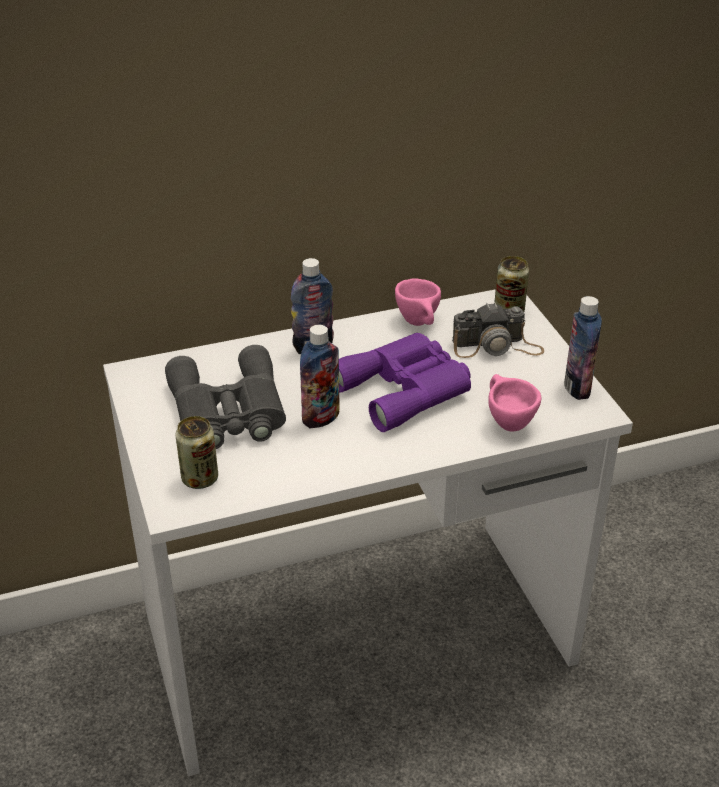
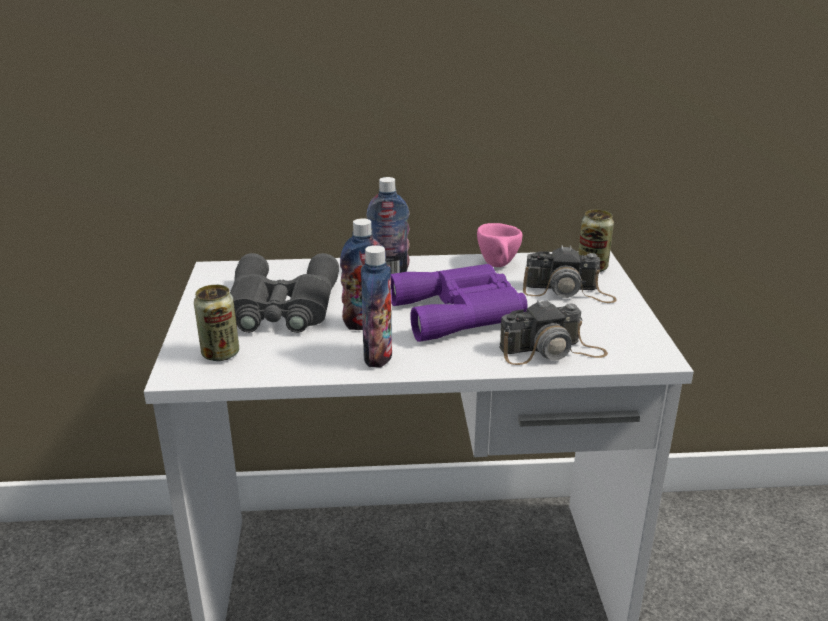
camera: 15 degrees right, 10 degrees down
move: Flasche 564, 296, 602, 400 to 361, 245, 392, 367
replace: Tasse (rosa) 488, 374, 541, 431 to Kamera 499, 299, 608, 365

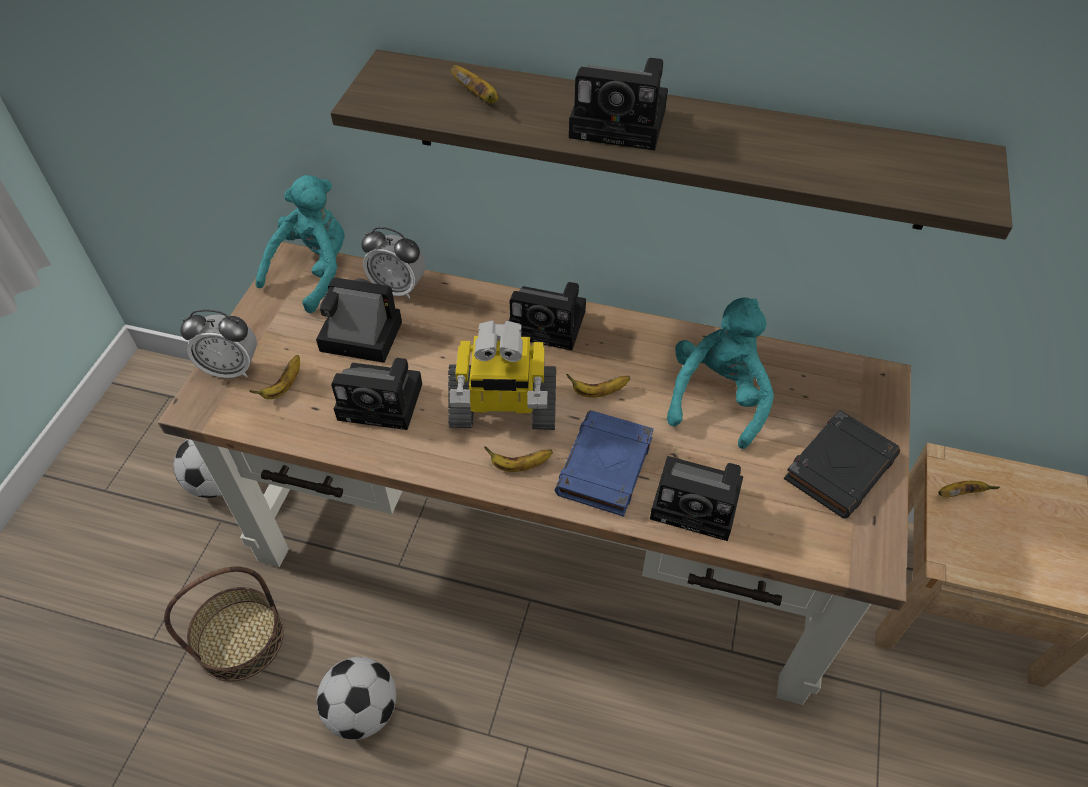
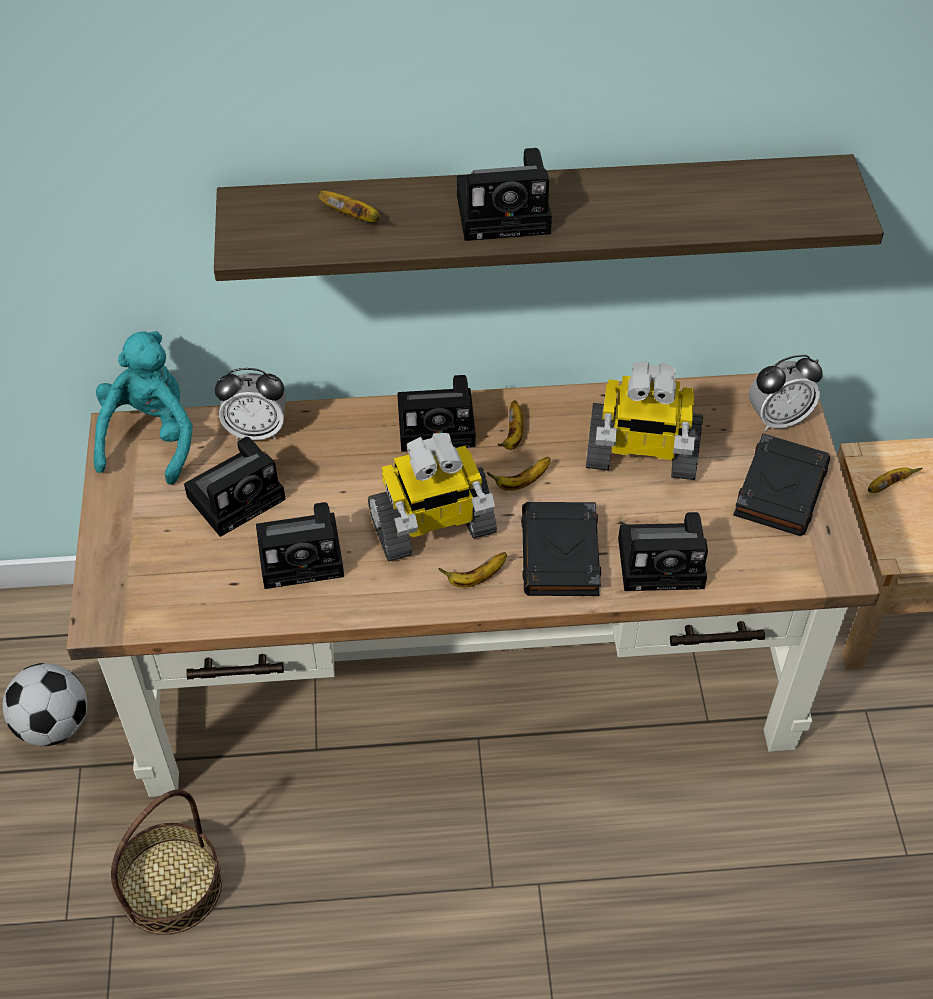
camera: 20 degrees left, 0 degrees up
delete: Fußball 316, 657, 396, 740
move: Wecker 180, 309, 257, 378 to 749, 354, 823, 431; Banane 249, 355, 300, 399 to 498, 400, 523, 450
replace: Plüschtier (türkis) 667, 298, 774, 449 to Spielzeugroboter 586, 361, 703, 480
recolor: Buch (blau) 555, 410, 654, 517 to Buch (schwarz) 521, 502, 601, 596
rotate: Kamera 316, 277, 402, 363 = 184, 437, 286, 537 150 degrees clockwise

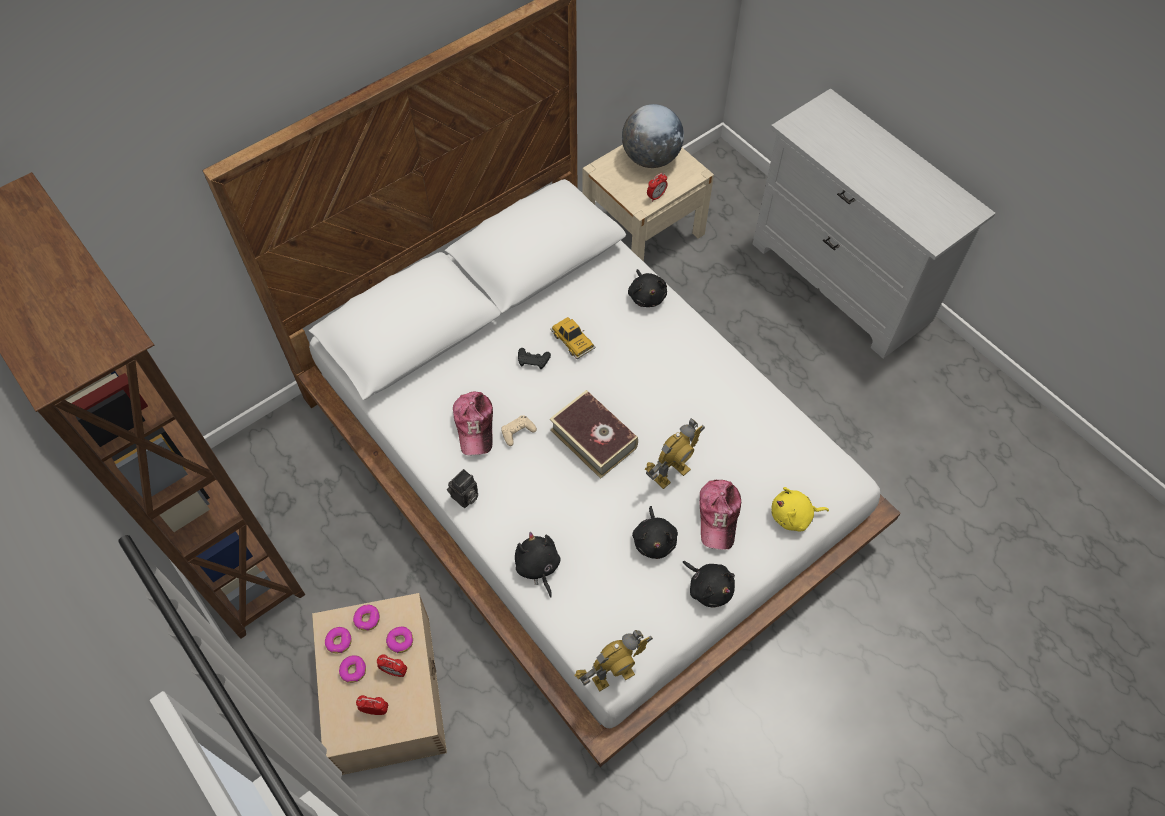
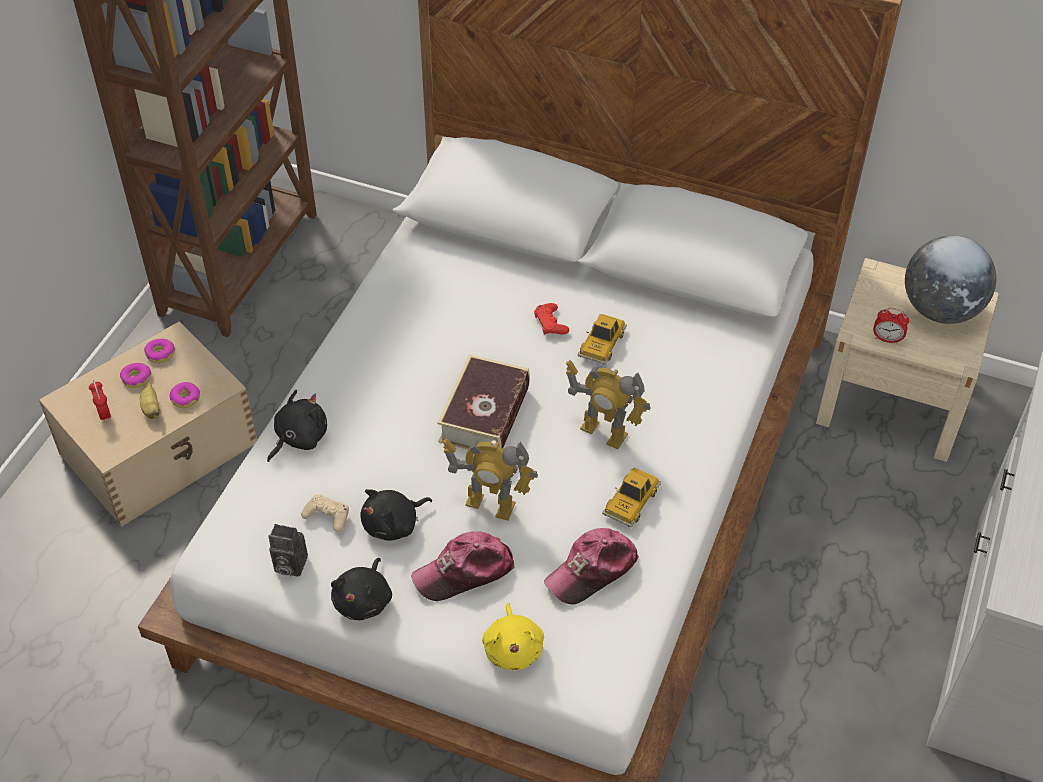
camera: 60 degrees right, 10 degrees down
delete: Donut 353, 605, 380, 631; Plüschtier (schwarz) 628, 269, 667, 307
insert: Spielzeugauto 602, 468, 661, 527
move: Kamera 447, 469, 478, 508 to 269, 524, 308, 577; Kappe 453, 392, 493, 455 to 544, 528, 639, 605; Gamepad (beige) 501, 415, 537, 446 to 301, 494, 349, 532; Spielzeugroboter 574, 630, 653, 691 to 566, 360, 651, 449
replace: Wecker 377, 654, 407, 677 to Banane 140, 383, 161, 419
recolor: Gamepad (schwarz) 518, 348, 551, 369 to Gamepad (rot) 534, 303, 569, 335
rotate: Plüschtier (gelb) 771, 487, 829, 532 = 482, 603, 544, 671 150 degrees counterclockwise

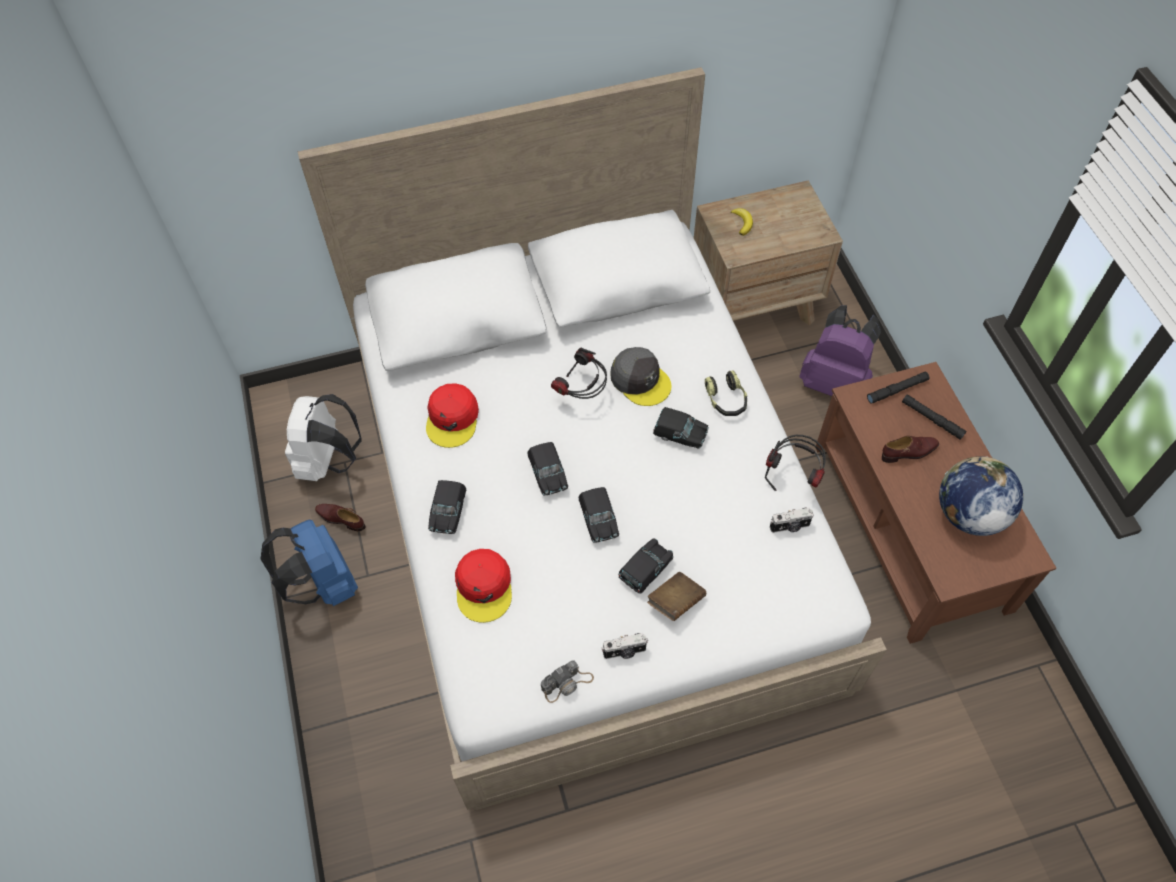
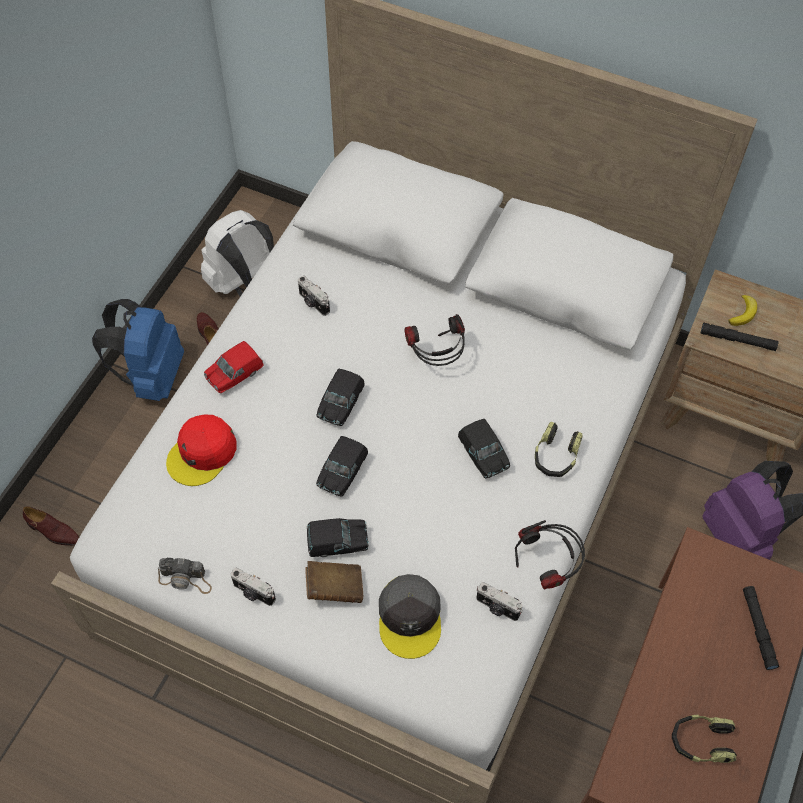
camera: 40 degrees right, 0 degrees up
move: Kappe (grau) 610, 347, 671, 406 to 379, 574, 441, 659; Taschenlampe (schwarz) 867, 371, 929, 404 to 701, 323, 779, 351; Schuh (braun) 882, 436, 939, 463 to 23, 506, 79, 546
replace: Kappe (rot) 426, 383, 479, 448 to Kamera 298, 276, 330, 316; Globus 939, 456, 1024, 536 to Kopfhörer 672, 715, 737, 763
recolor: Spielzeugauto (schwarz) 428, 480, 466, 534 to Spielzeugauto (rot) 204, 341, 263, 393

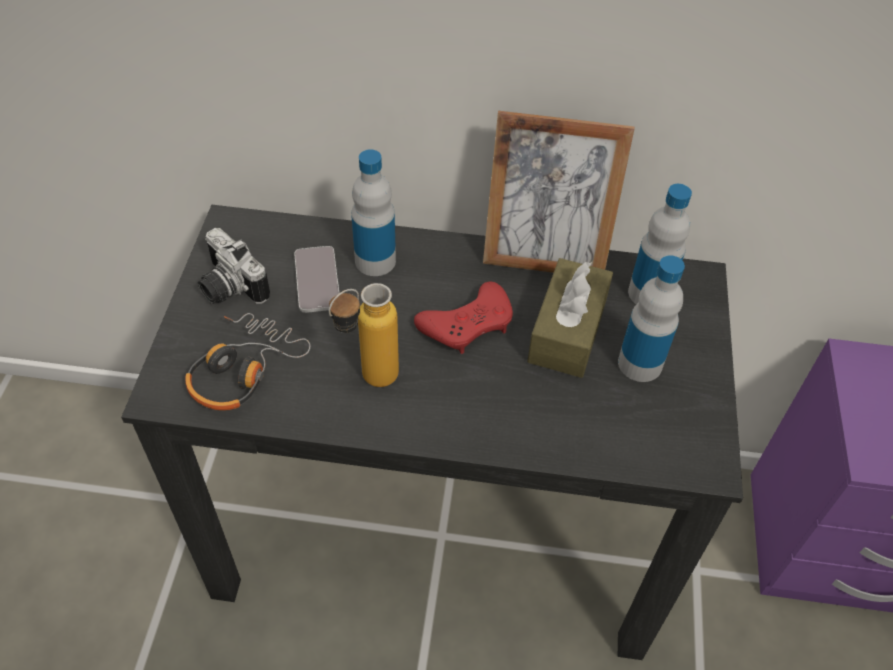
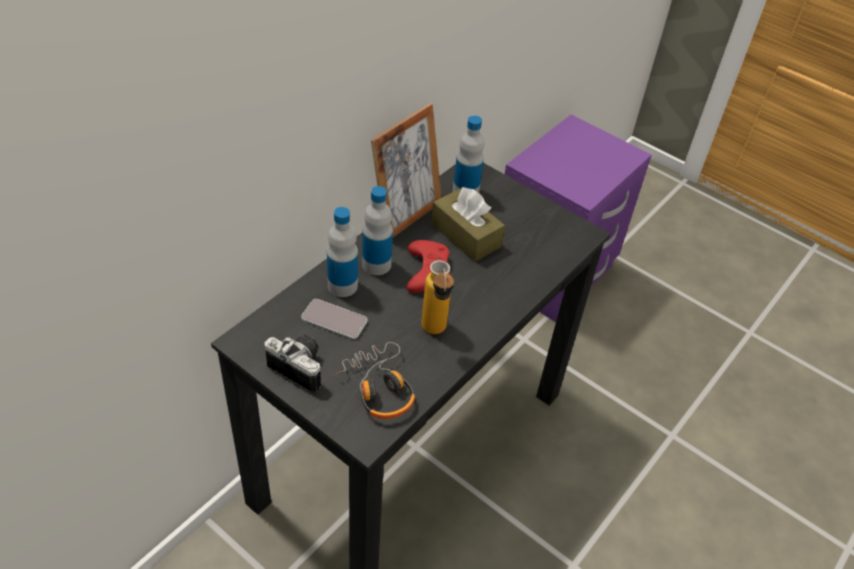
camera: 60 degrees left, 5 degrees down
move: Flasche 618, 255, 685, 382 to 362, 186, 393, 275
rotate: Kamera 198, 228, 270, 304 = 265, 335, 322, 392 135 degrees counterclockwise

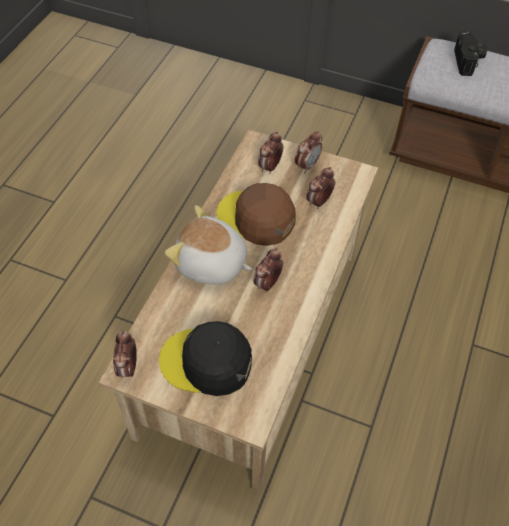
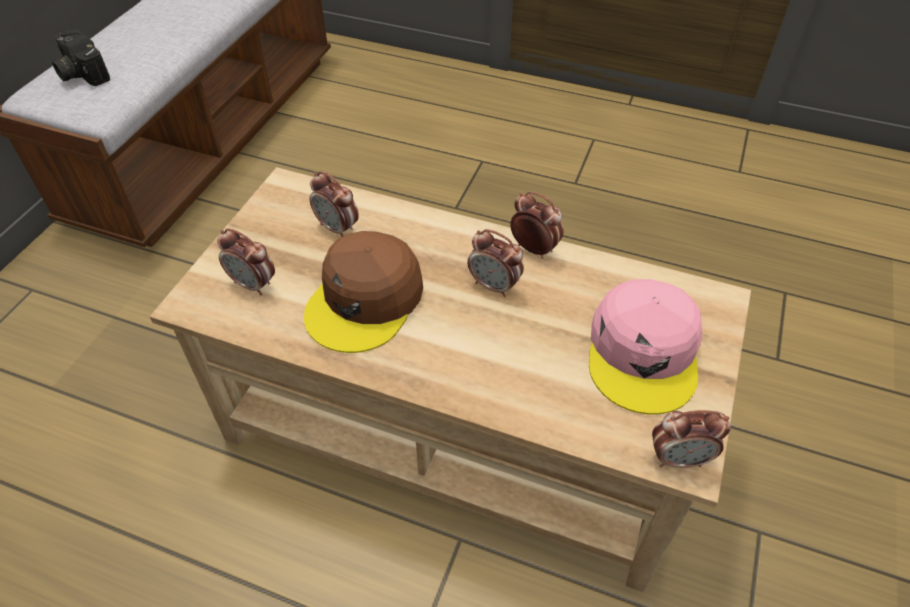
camera: 90 degrees left, 5 degrees down
delete: Plüschtier 165, 205, 253, 284
move: Wecker 295, 131, 322, 173 to 510, 191, 564, 259
recolor: Kappe (schwarz) 159, 321, 252, 396 to Kappe (rosa) 589, 279, 702, 415
rotate: Kamera 454, 31, 487, 76 = 52, 30, 110, 86 135 degrees counterclockwise

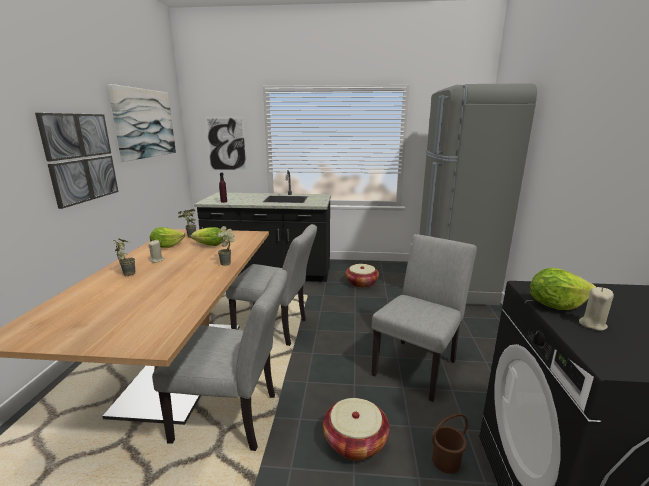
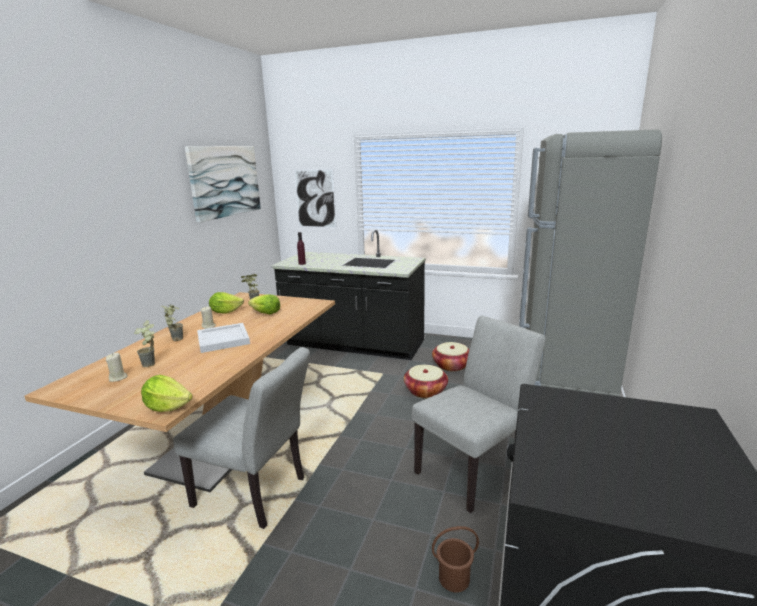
camera: 15 degrees right, 0 degrees up
delete: Bild 35, 113, 118, 209; Stuhl (grau) 226, 224, 317, 346
insert: Tablett (weiß) 197, 323, 250, 353
move: Topfpflanze 218, 226, 235, 266 to 134, 320, 155, 367; Korb 323, 398, 390, 460 to 404, 365, 448, 398; Salatkopf 530, 268, 596, 310 to 141, 375, 193, 412; Kerze (beige) 579, 287, 614, 331 to 106, 353, 128, 382

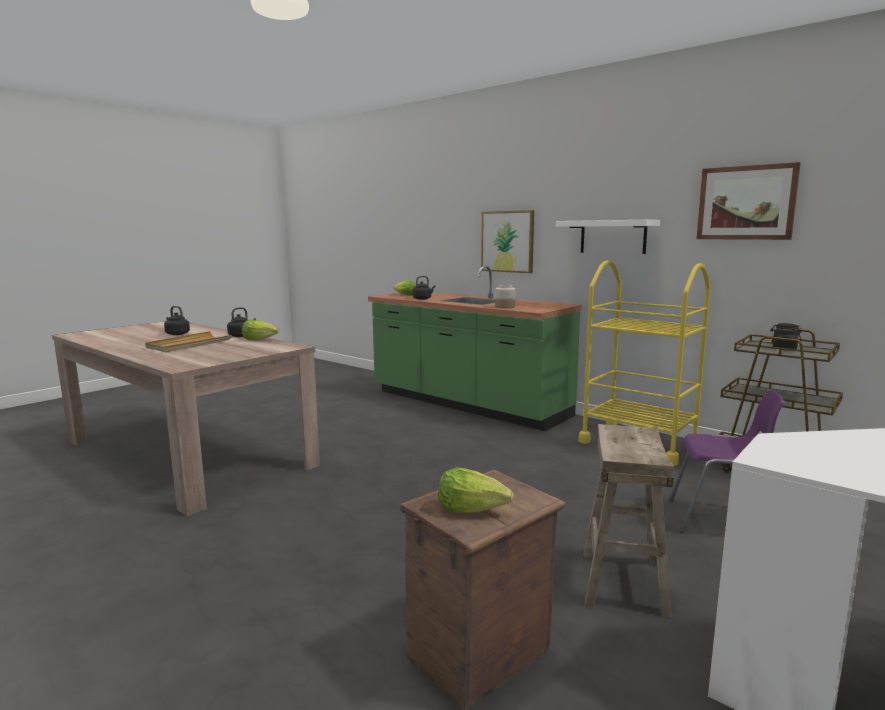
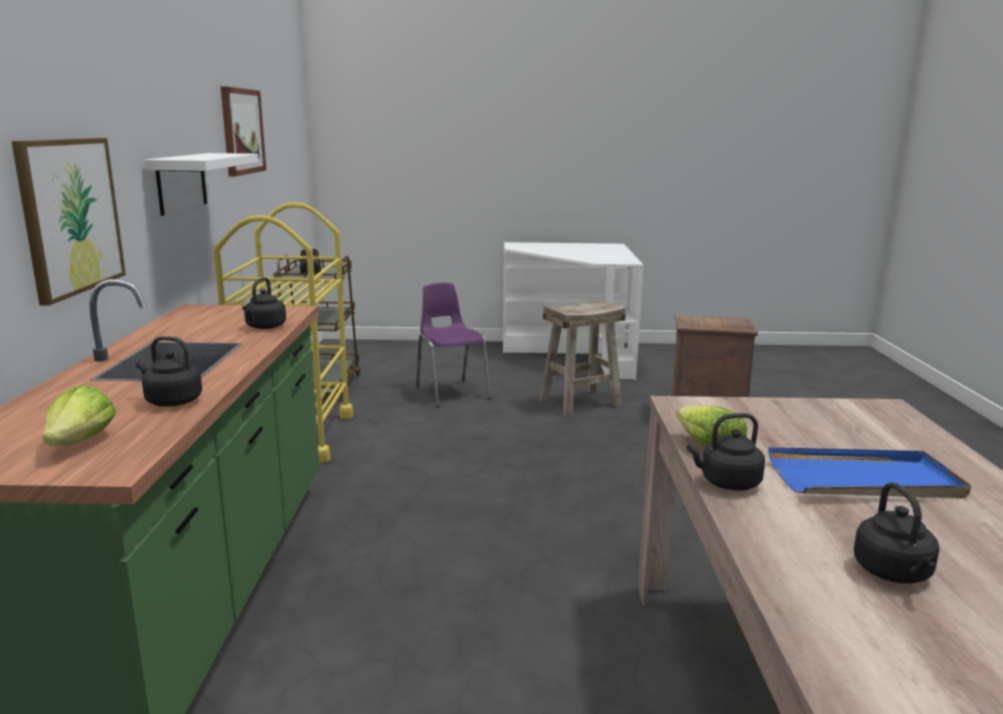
camera: 130 degrees left, 5 degrees up
delete: Salatkopf 438, 467, 514, 513
replace: Vorratsglas 495, 285, 516, 308 to Wasserkessel (schwarz) 243, 277, 286, 329
recolor: Tablett (beige) 145, 331, 232, 353 to Tablett (blau) 768, 447, 971, 498

